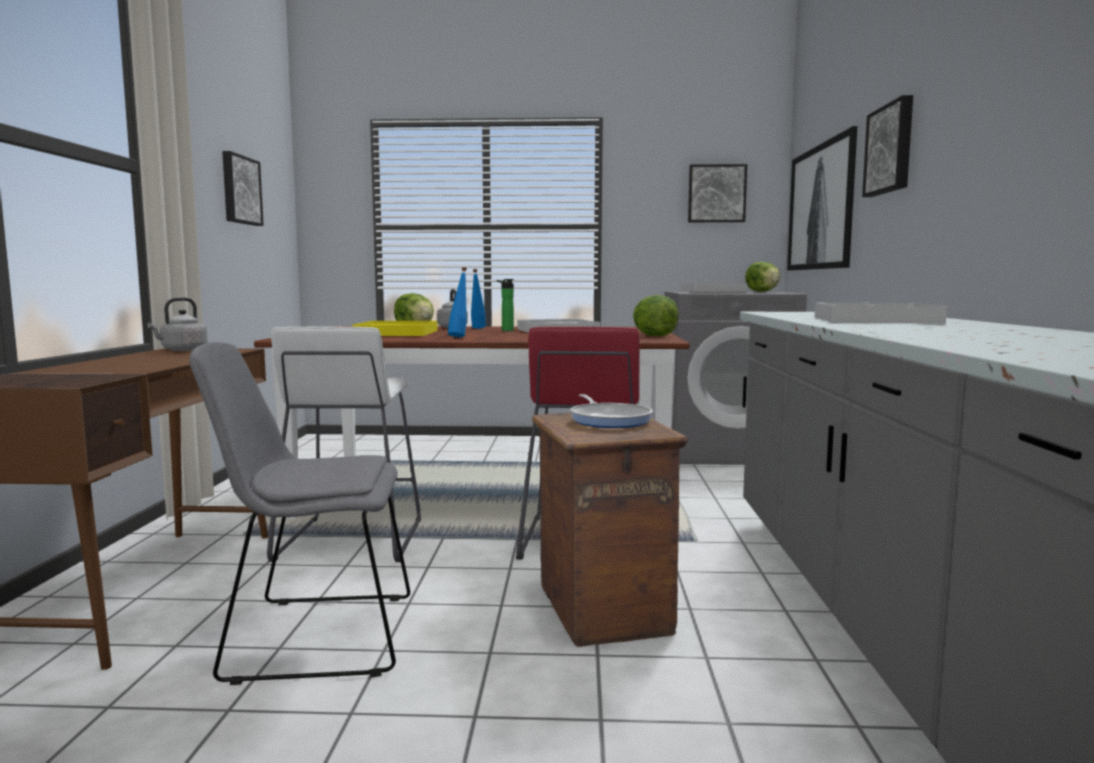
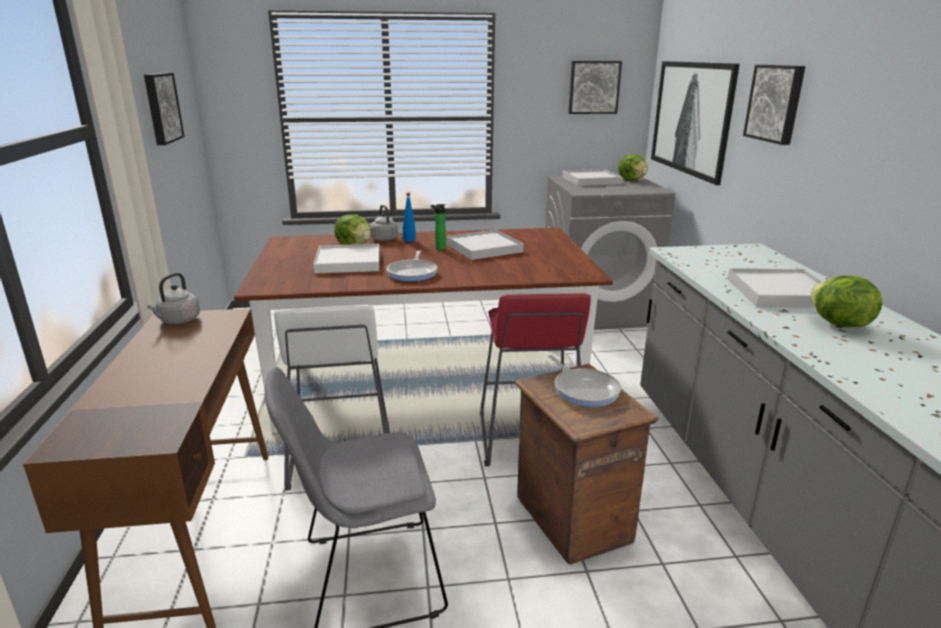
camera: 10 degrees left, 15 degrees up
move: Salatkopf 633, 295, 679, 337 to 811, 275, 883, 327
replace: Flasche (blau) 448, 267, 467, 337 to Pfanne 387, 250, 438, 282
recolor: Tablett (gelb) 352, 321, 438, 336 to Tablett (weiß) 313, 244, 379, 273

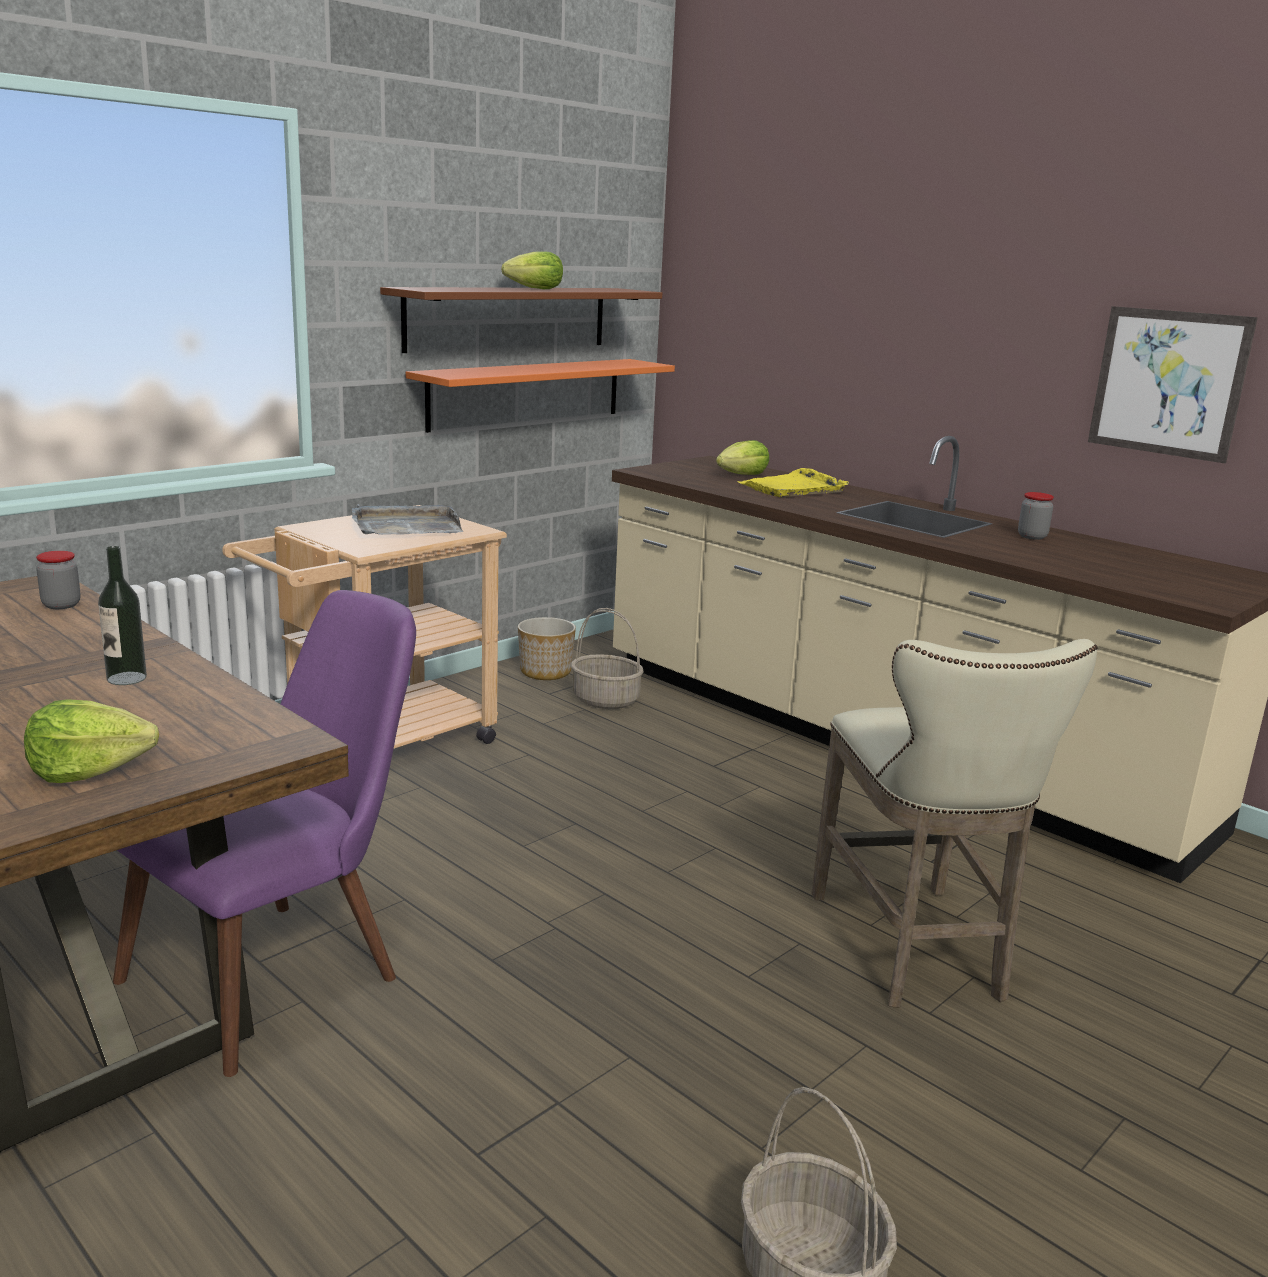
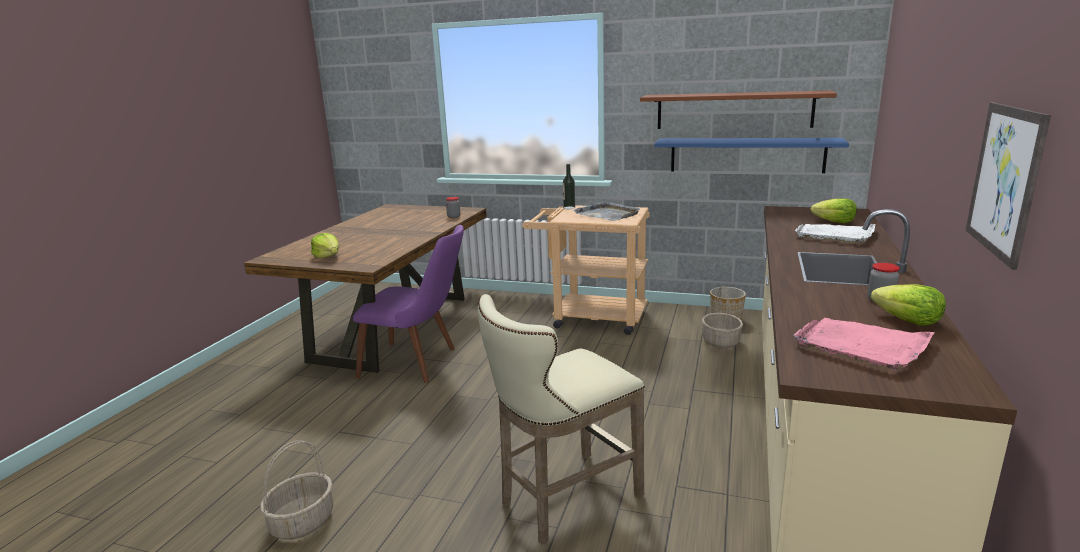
camera: 65 degrees right, 0 degrees up
insert: Tablett (rosa) 793, 318, 935, 371
move: Flasche 98, 546, 147, 685 to 563, 164, 575, 209; Salatkopf 501, 251, 563, 289 to 871, 284, 946, 326
recolor: Wandregal (orange) 406, 359, 675, 433 to Wandregal (blau) 654, 138, 849, 173; Tablett (gelb) 737, 468, 849, 497 to Tablett (weiß) 795, 224, 876, 243

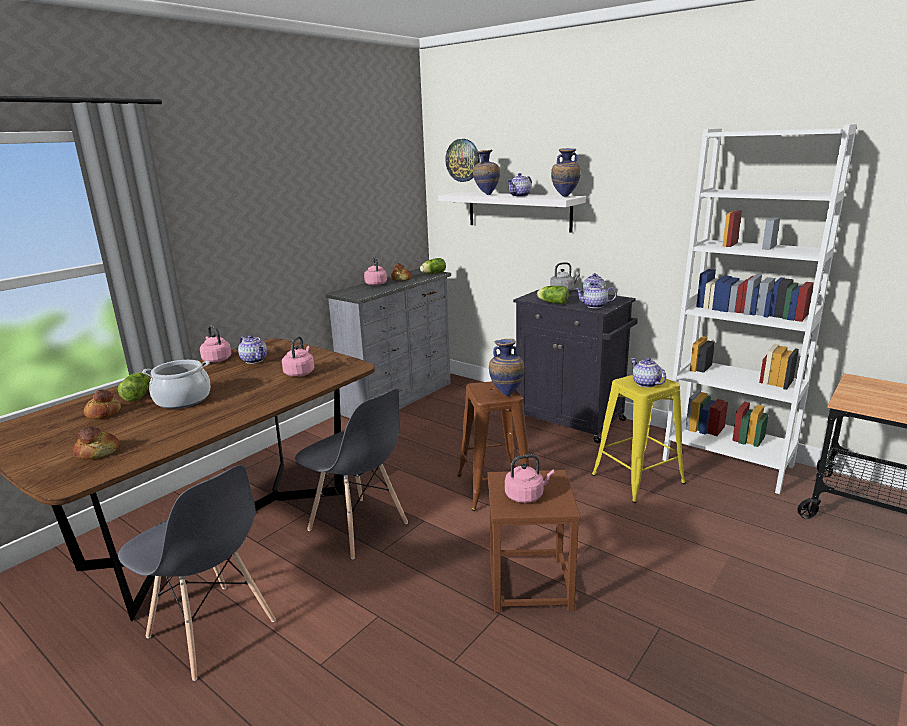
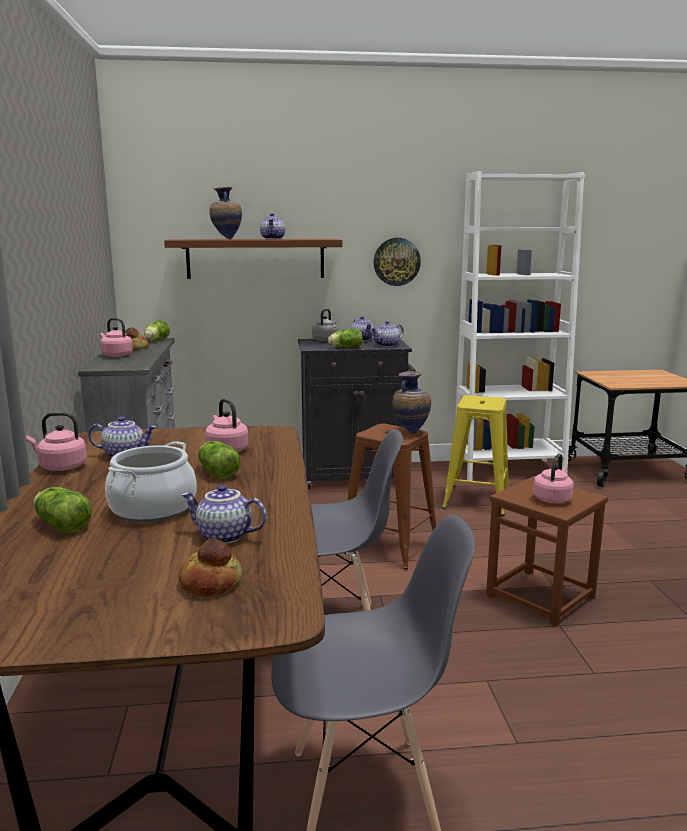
camera: 45 degrees left, 5 degrees down
delete: Brot 84, 389, 121, 419; Vase 551, 148, 581, 197
insert: Salatkopf 198, 441, 240, 480
move: Wanduhr 445, 139, 480, 182 to 374, 238, 421, 286; Teekanne 631, 358, 666, 388 to 181, 484, 267, 544
recolor: Wandregal (weiß) 438, 192, 586, 233 to Wandregal (braun) 164, 239, 342, 279

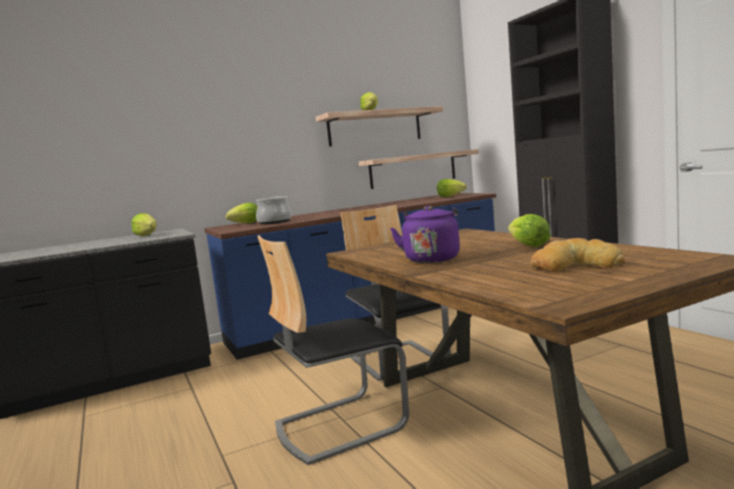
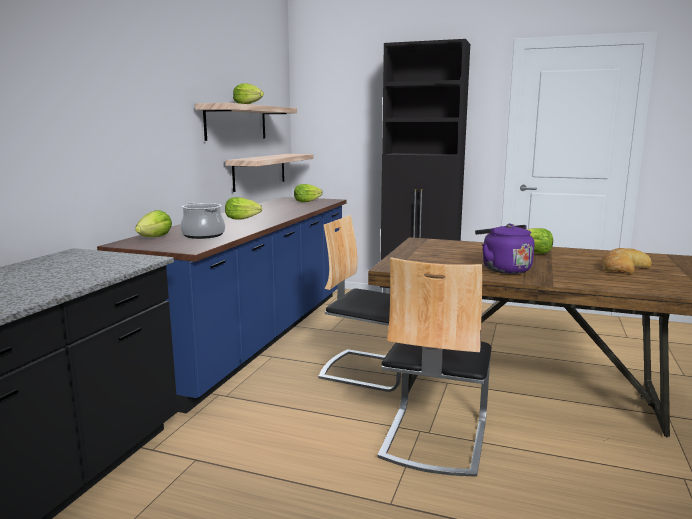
camera: 45 degrees left, 5 degrees up
move: Salatkopf 131, 213, 157, 236 to 225, 197, 262, 219

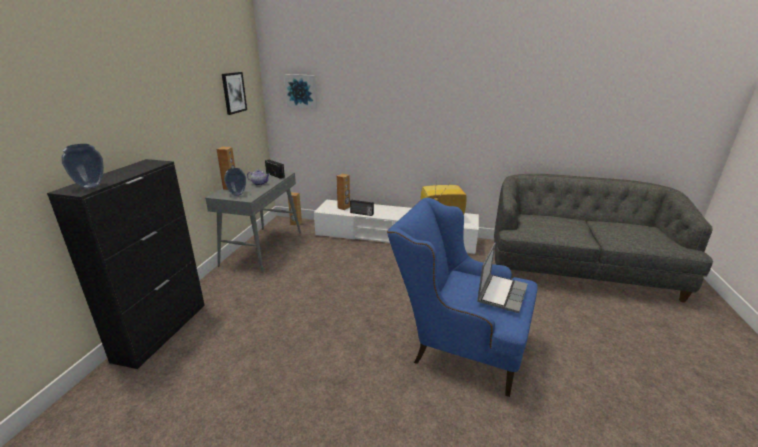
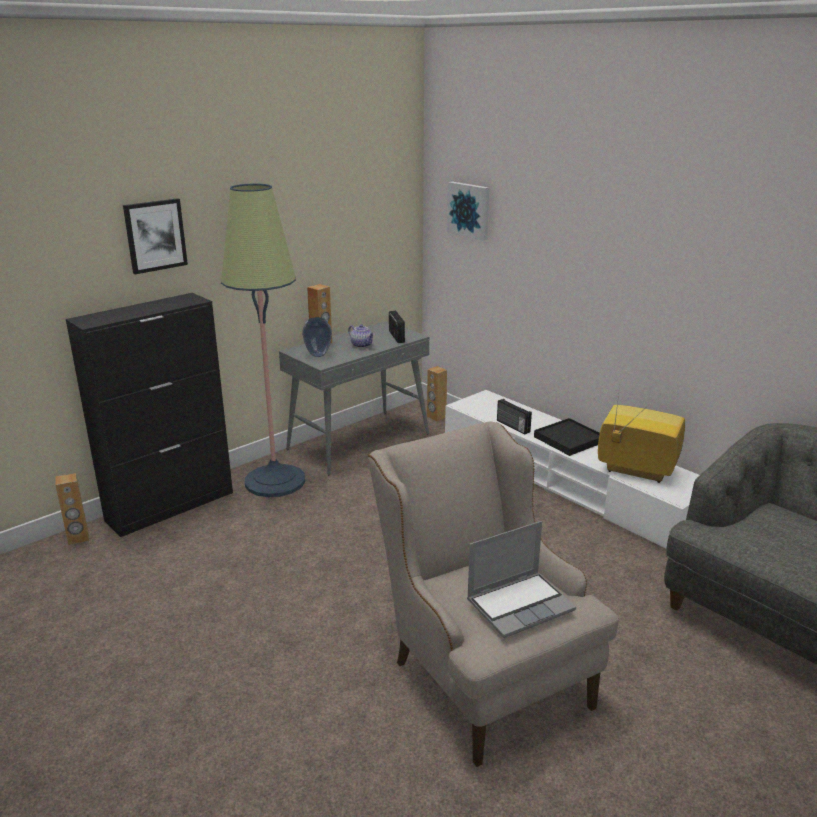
camera: 35 degrees right, 0 degrees up
delete: Vase 61, 144, 104, 188
insert: Stehlampe 221, 183, 305, 497; Tablett (schwarz) 534, 418, 600, 456
move: Bild 222, 72, 247, 115 to 123, 198, 188, 274; Lautsprecher (braun) 336, 174, 350, 210 to 55, 473, 89, 545
recolor: Sessel (blau) 387, 198, 538, 397 to Sessel (beige) 368, 422, 618, 767

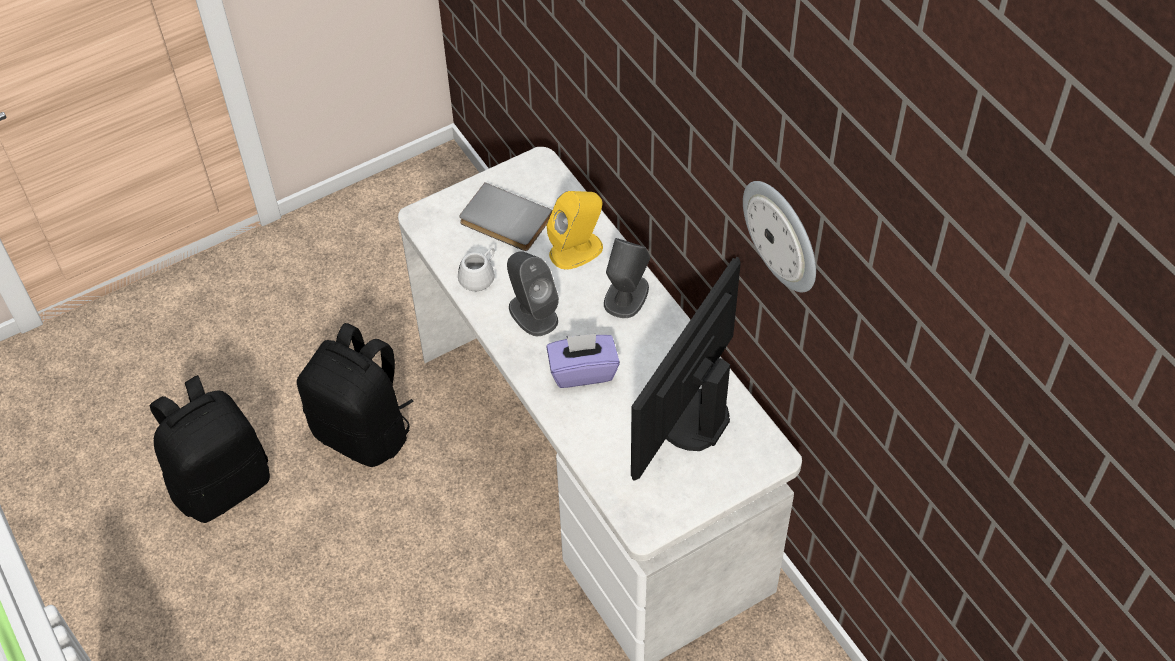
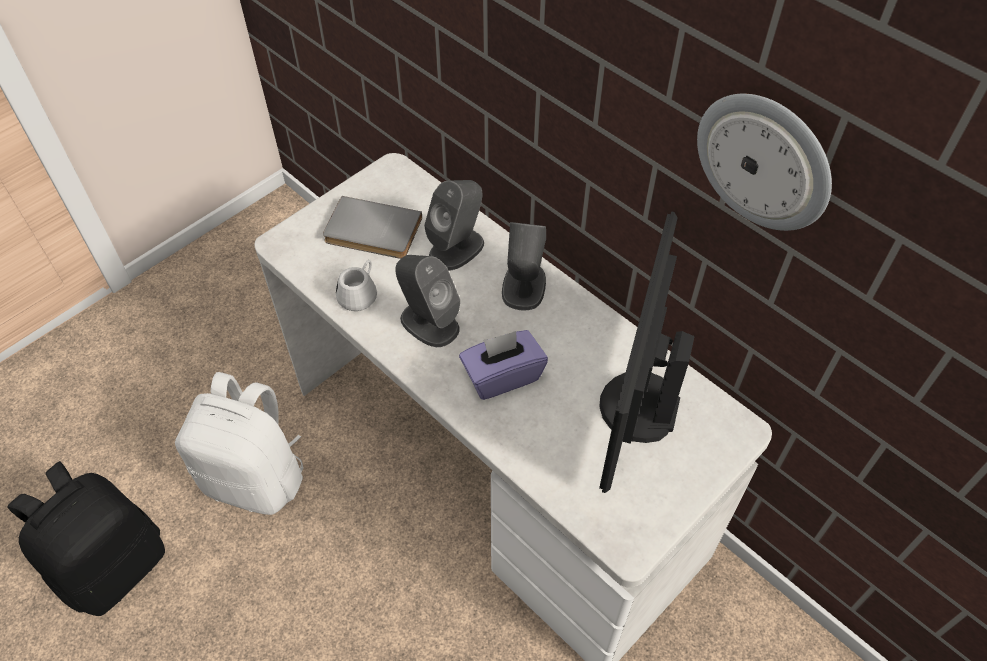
camera: 15 degrees left, 0 degrees up
recolor: Rucksack (schwarz) 297, 323, 414, 467 to Rucksack (weiß) 175, 372, 304, 515; Lautsprecher (gelb) 547, 191, 603, 270 to Lautsprecher (grau) 424, 180, 484, 271

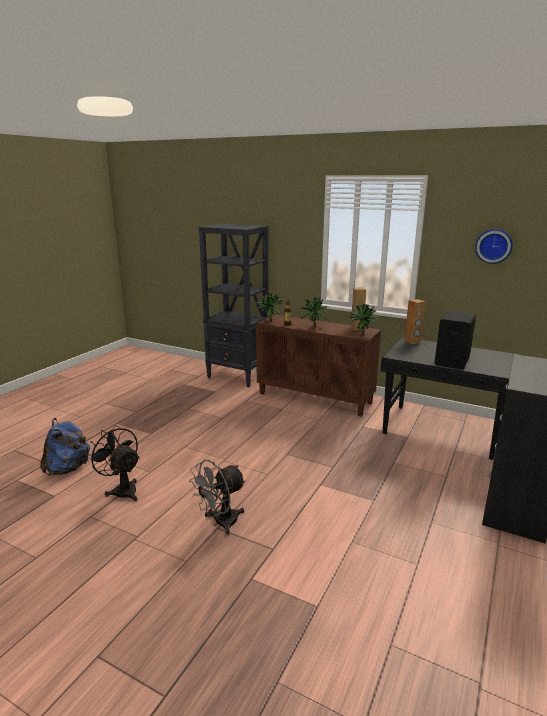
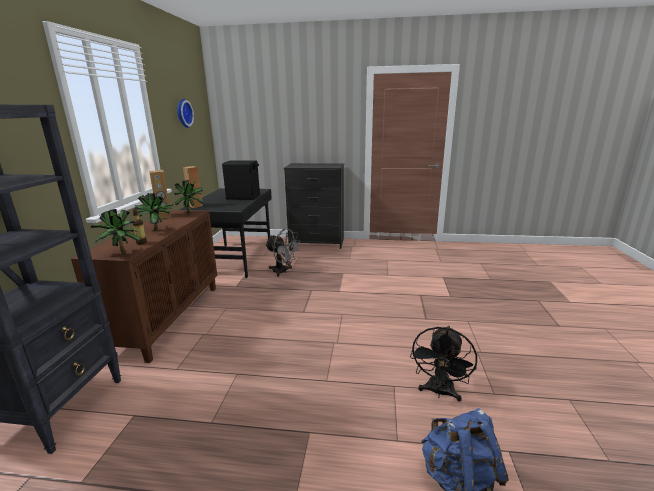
camera: 110 degrees left, 0 degrees up
move: Ventilator (grau) 189, 460, 246, 535 to 265, 229, 299, 277

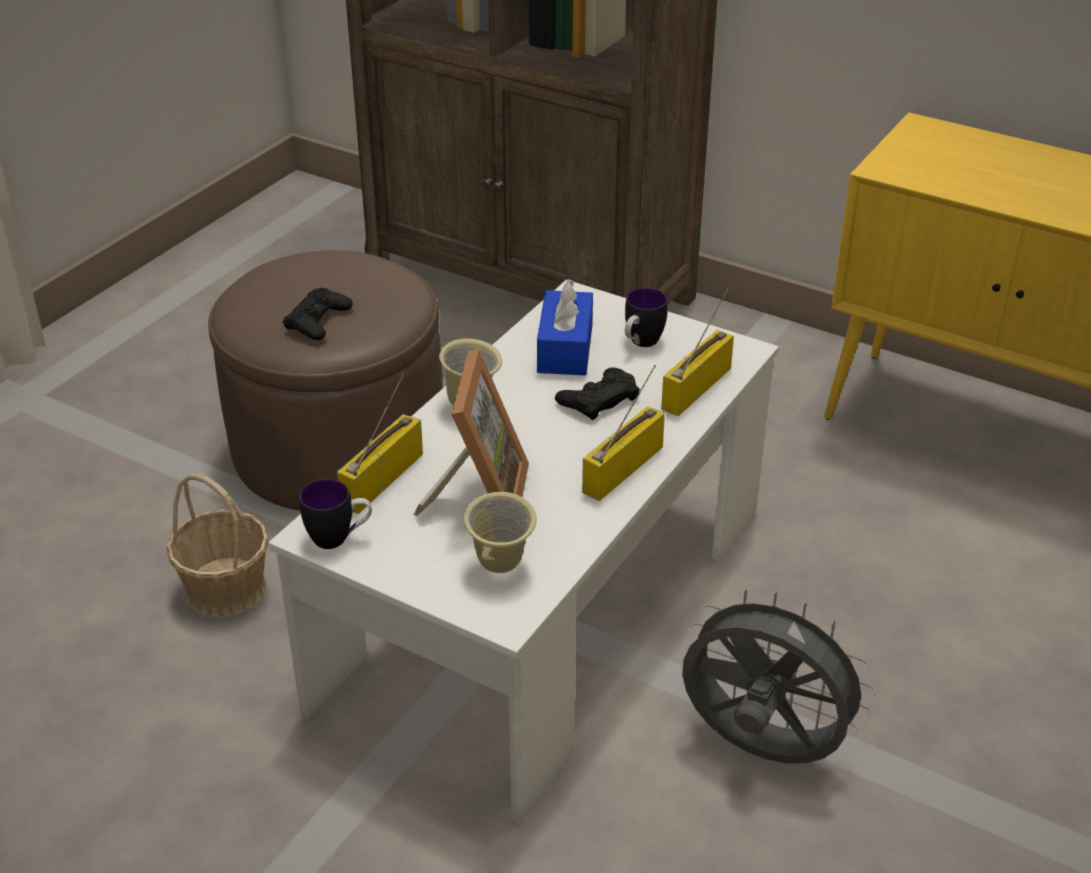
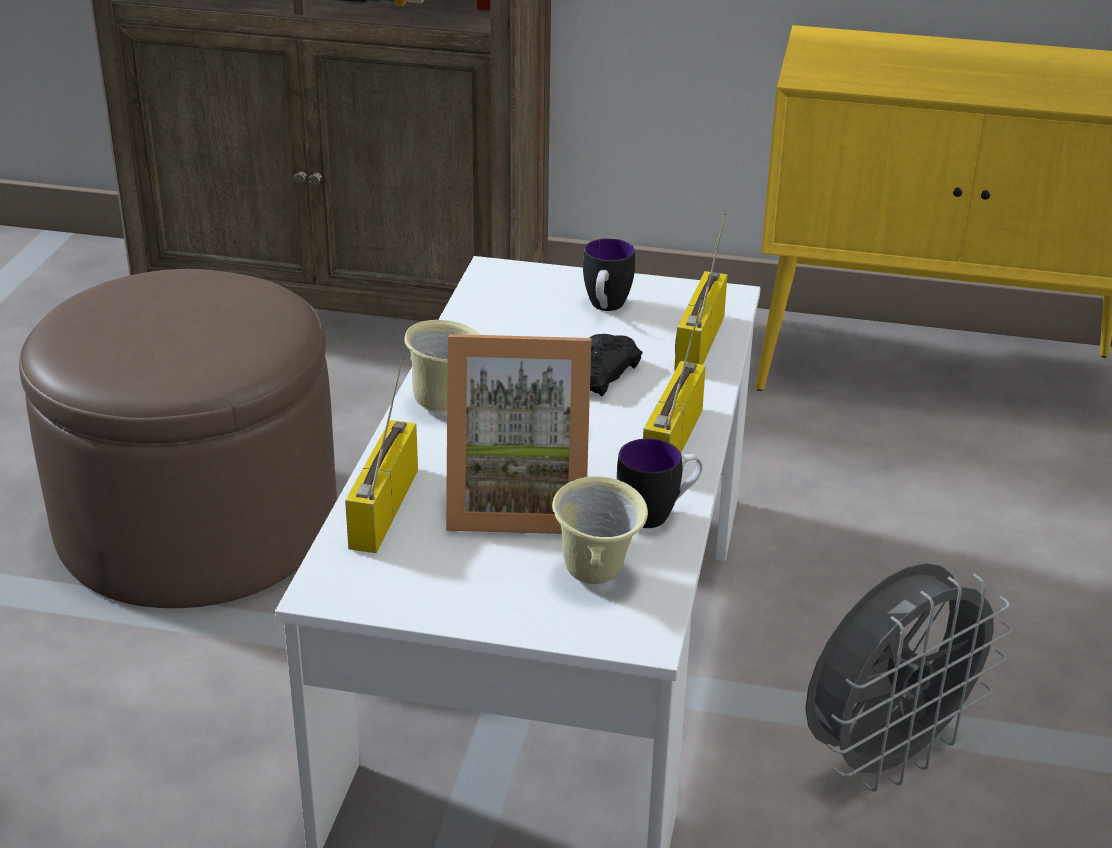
camera: 20 degrees left, 5 degrees down
delete: Korb 167, 473, 269, 618; Gamepad (schwarz) 283, 288, 353, 340; Taschentuchbox (blau) 537, 279, 593, 375
move: Henkelbecher 299, 479, 372, 549 to 617, 438, 702, 528
rotate: Bilderrahmen 414, 349, 529, 516 = 446, 334, 591, 534 105 degrees clockwise; Ventilator (grau) 682, 589, 876, 764 = 805, 563, 1012, 792 135 degrees clockwise

